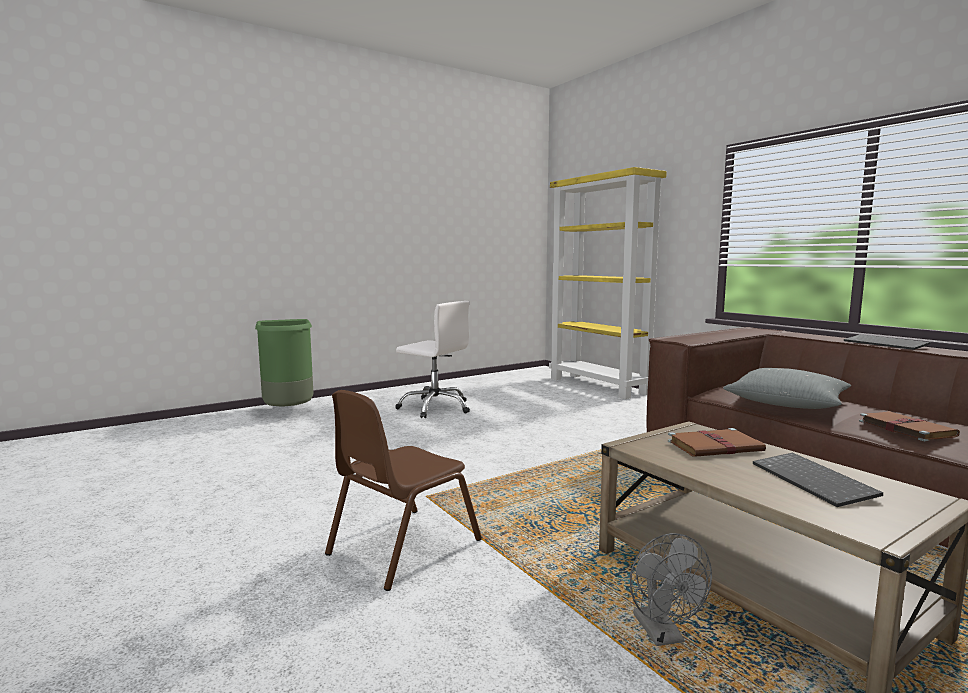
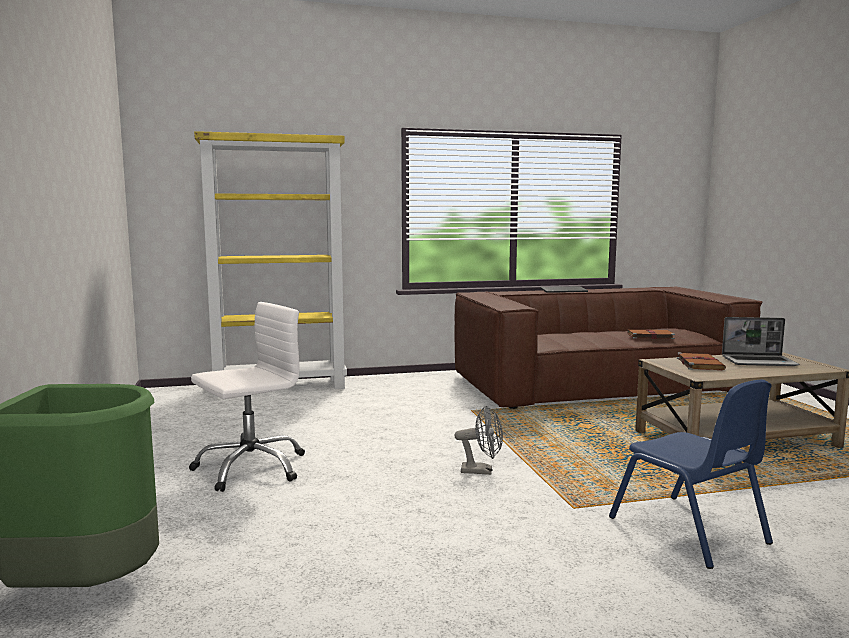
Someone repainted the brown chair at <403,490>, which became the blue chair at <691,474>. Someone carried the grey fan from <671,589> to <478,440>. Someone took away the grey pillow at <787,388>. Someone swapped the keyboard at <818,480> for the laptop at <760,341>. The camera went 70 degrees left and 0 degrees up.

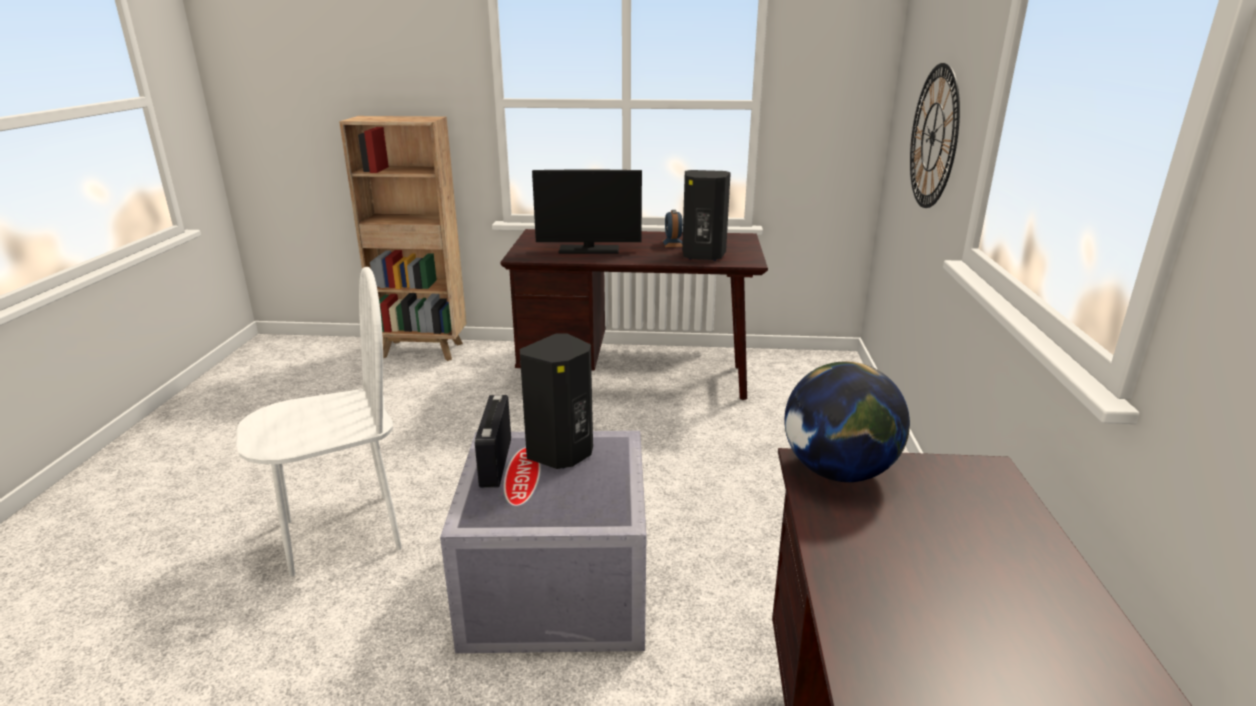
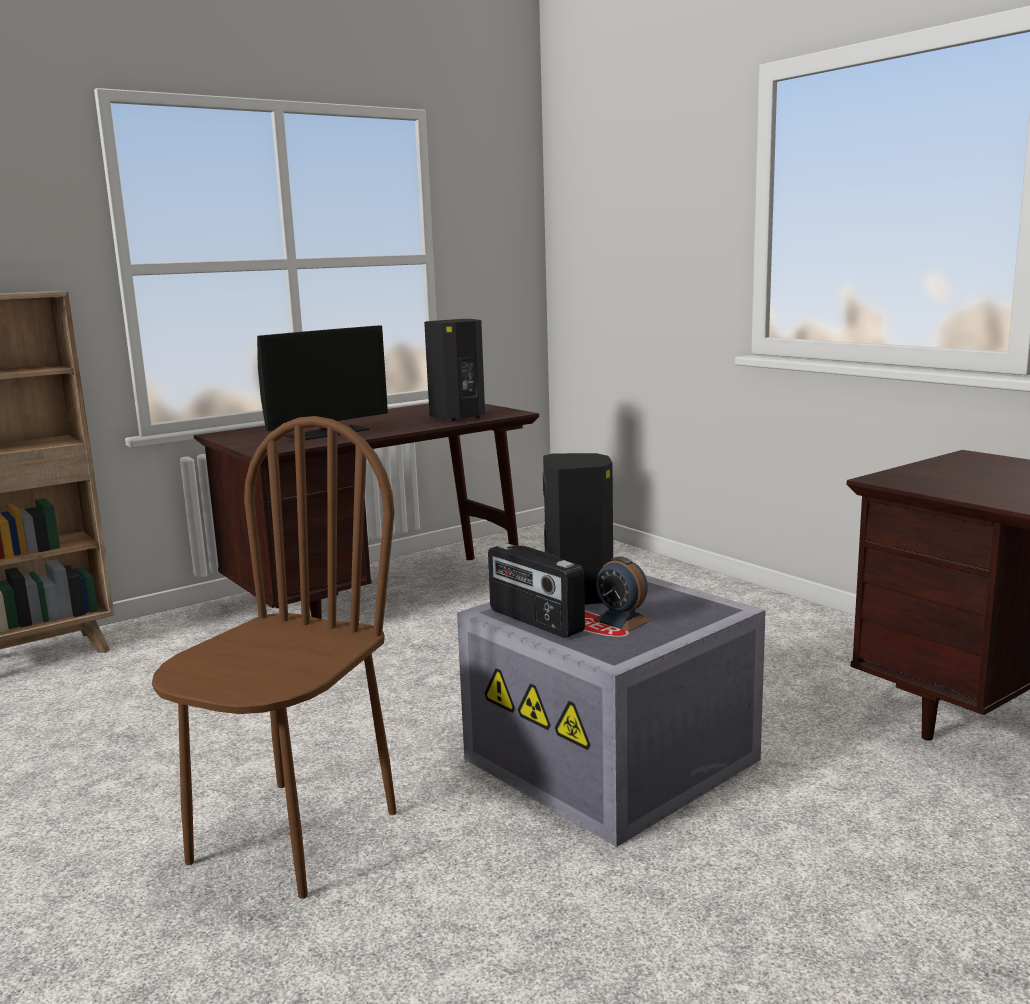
Someone repainted the white chair at <319,422>, which became the brown chair at <274,657>. Someone carried the alarm clock from <672,228> to <622,594>. Someone took away the globe at <847,421>. Someone took away the wall clock at <935,135>. The camera went 40 degrees left and 10 degrees down.

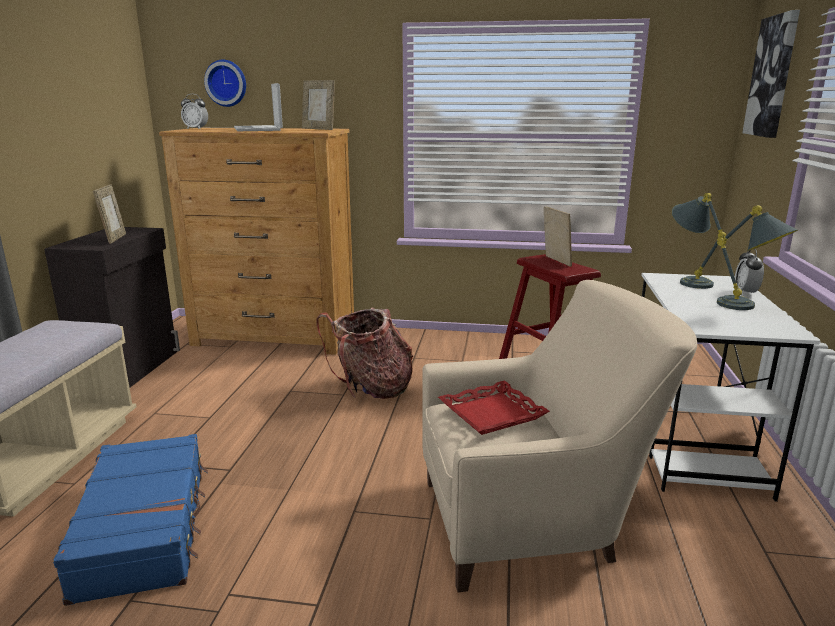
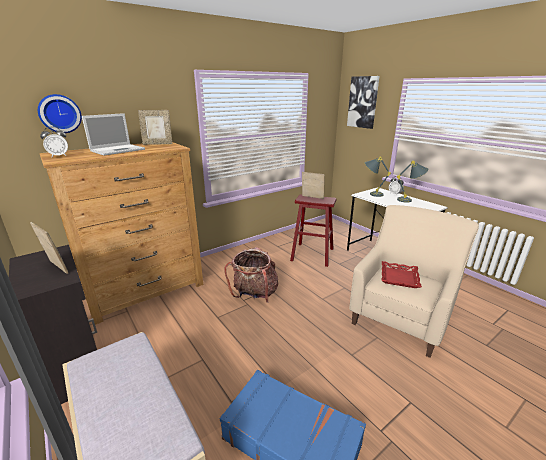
Someone rotated the laptop at <258,107> by 75 degrees counterclockwise. The camera went 45 degrees left and 5 degrees up.

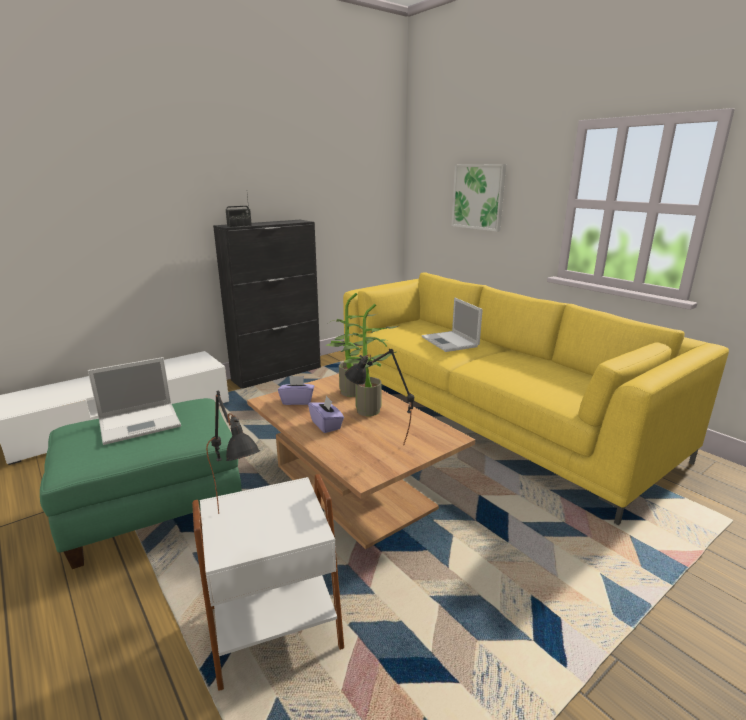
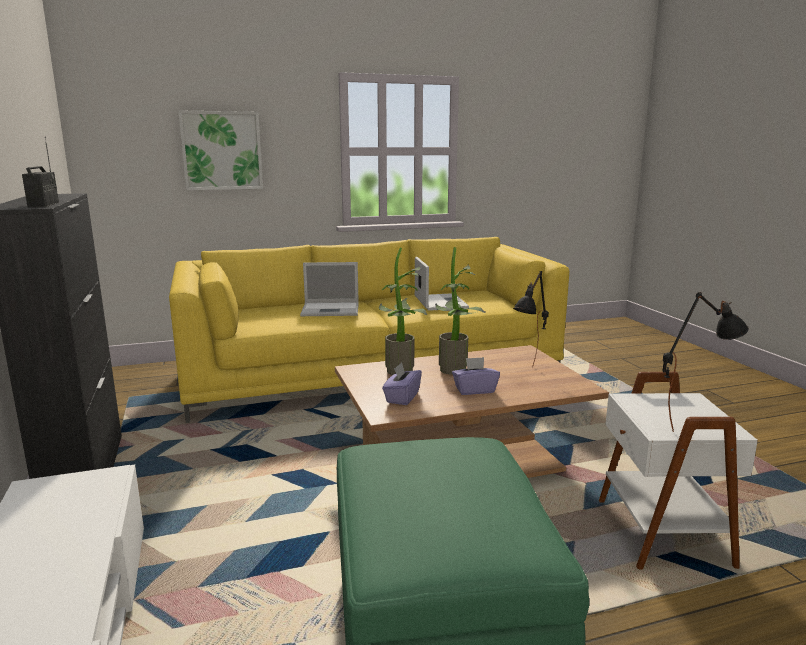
Someone carried the laptop from <134,401> to <442,284>. The camera went 70 degrees left and 5 degrees down.

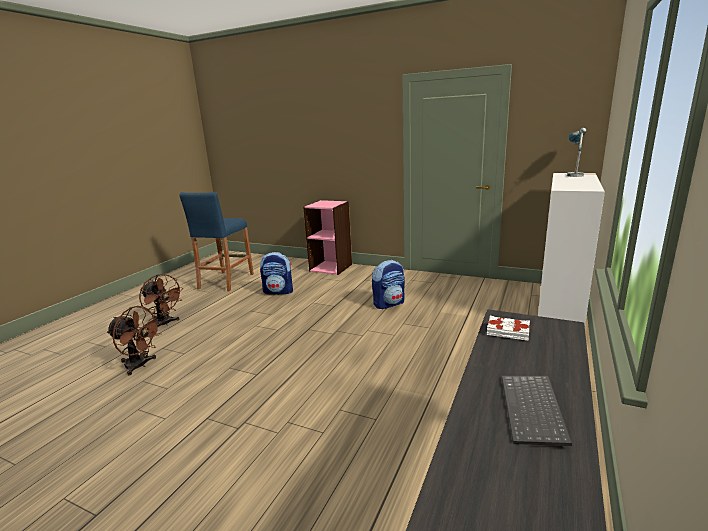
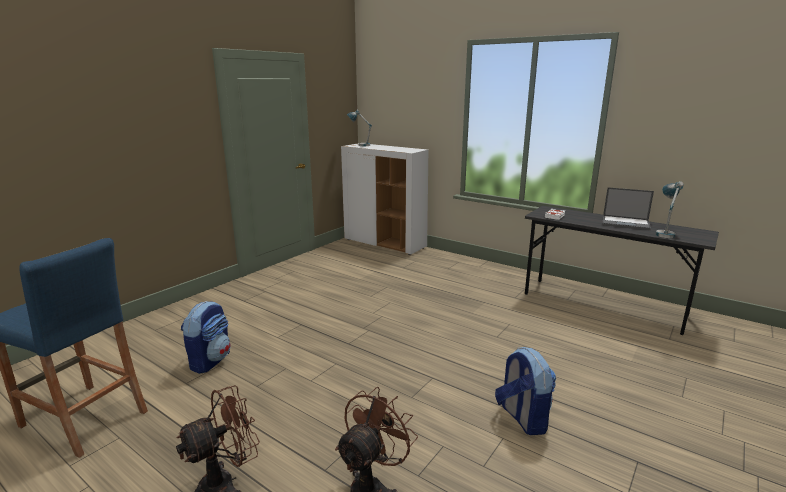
Someone took away the pink bookcase at <327,237>. Someone carried the backpack from <388,284> to <525,391>. Someone swapped the keyboard at <537,411> for the laptop at <628,208>. Someone put down the table lamp at <669,209>. The camera went 80 degrees left and 0 degrees up.

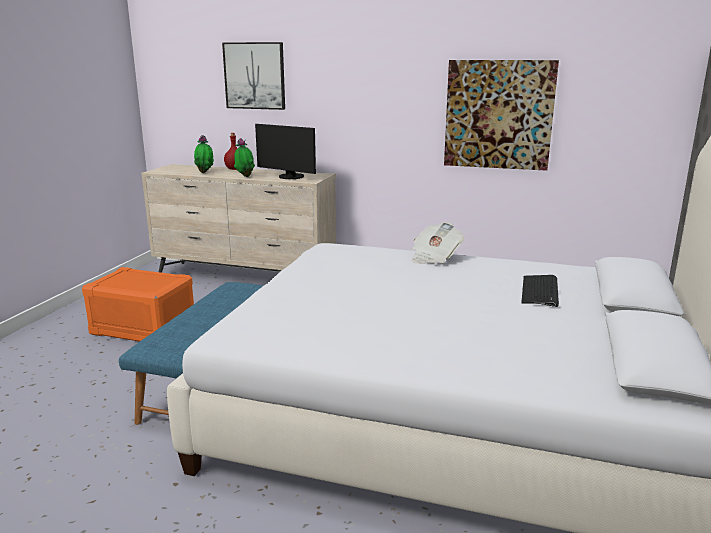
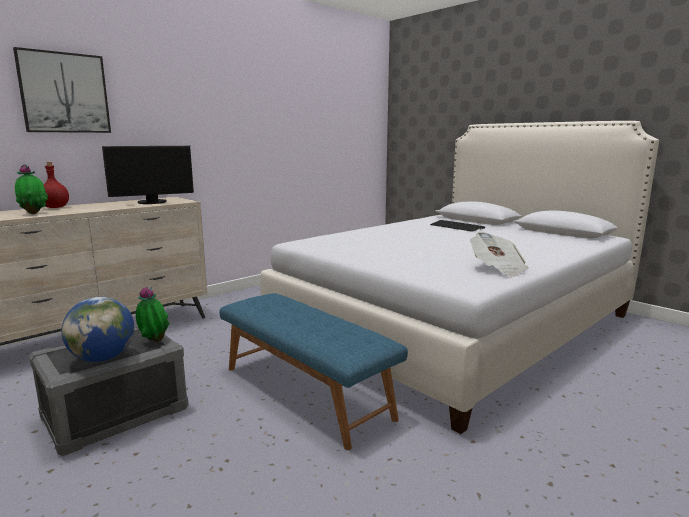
Someone repainted the orange storage box at <138,304>, which became the grey storage box at <109,391>. Someone carried the potted plant from <244,157> to <152,314>. Someone carried the newspaper from <438,243> to <499,254>. Someone took away the picture at <501,115>. Someone put down the globe at <97,329>. The camera went 60 degrees left and 5 degrees down.

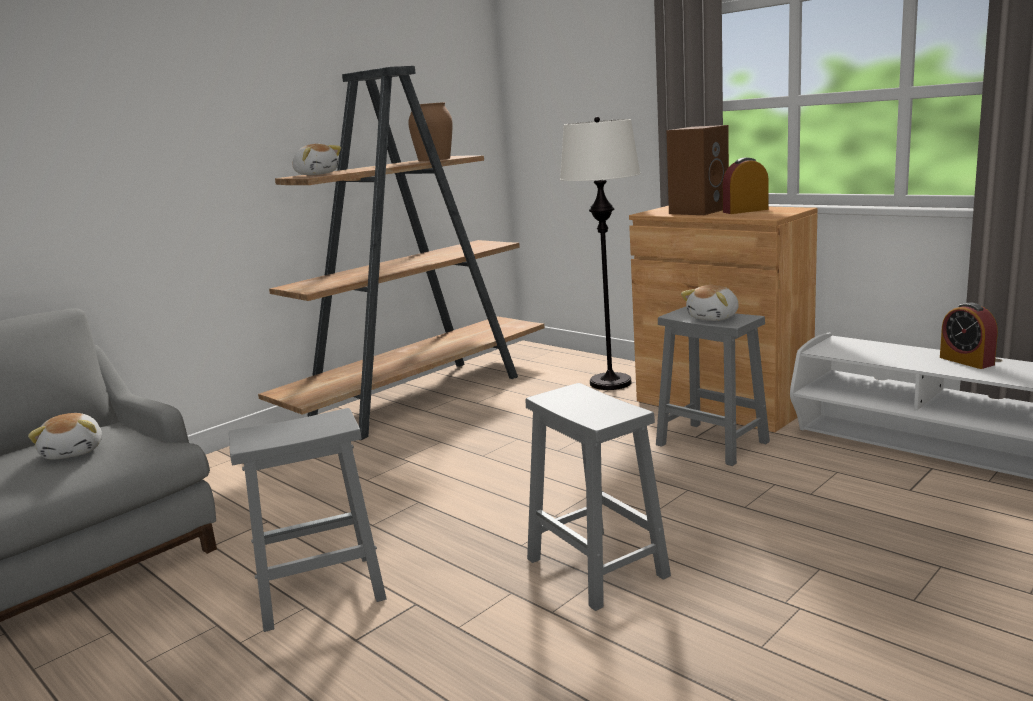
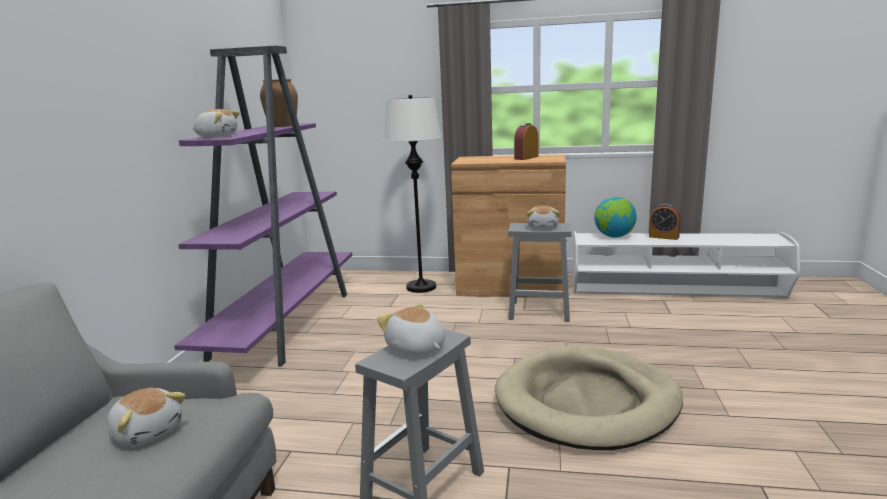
Someone repainted the brown bookcase at <401,253>, which became the purple bookcase at <263,205>. Someone swapped the grey stool at <598,497> for the beige dog bed at <589,397>. Someone took away the brown speaker at <698,170>. Someone put down the plush toy at <411,329>. Someone put down the globe at <615,217>. The camera went 35 degrees left and 0 degrees up.

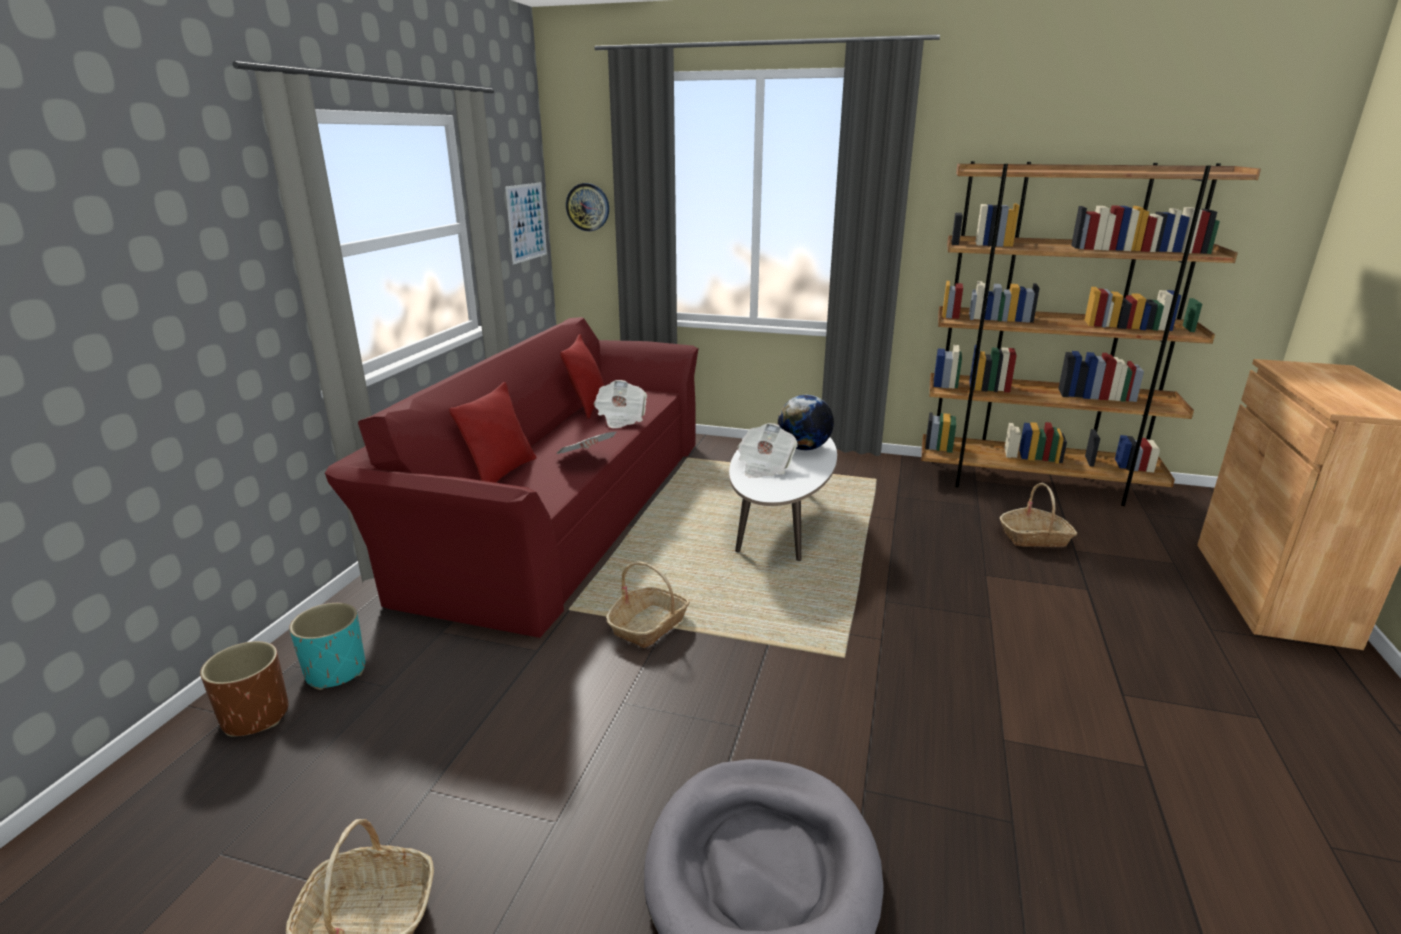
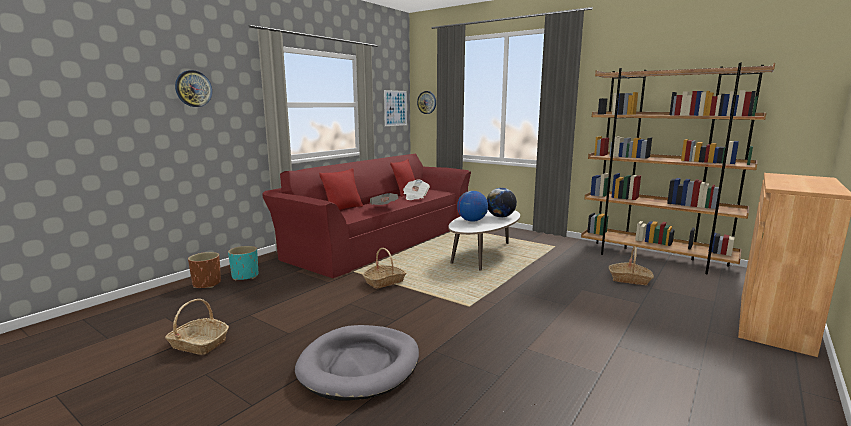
Someone swapped the newspaper at <767,450> for the globe at <472,206>. Someone put up the wall clock at <193,88>. The camera went 20 degrees right and 10 degrees down.

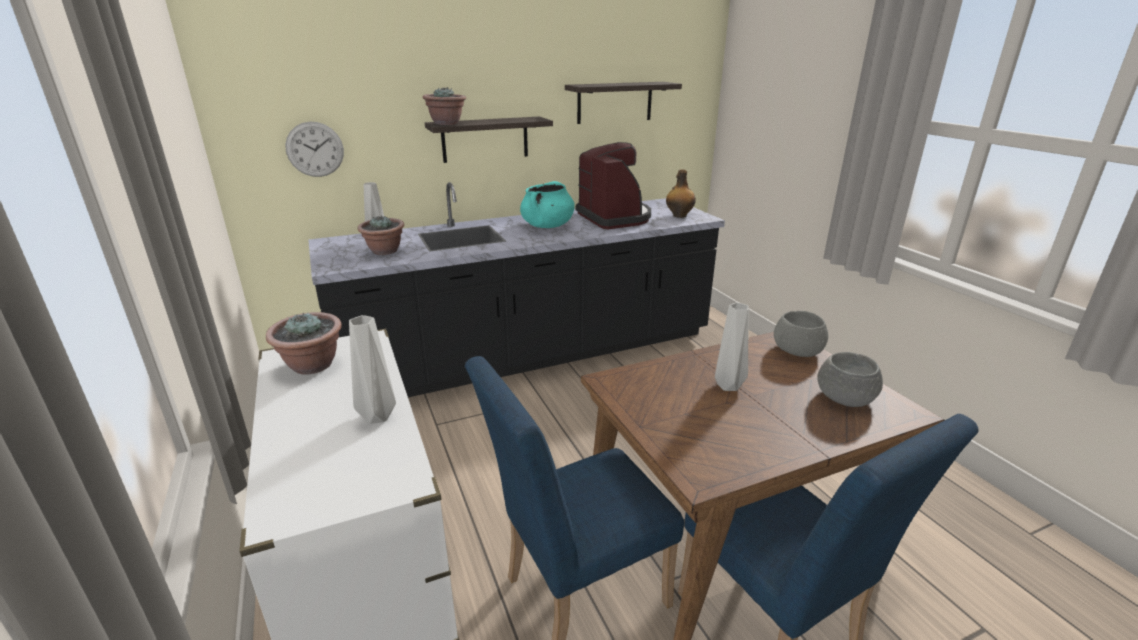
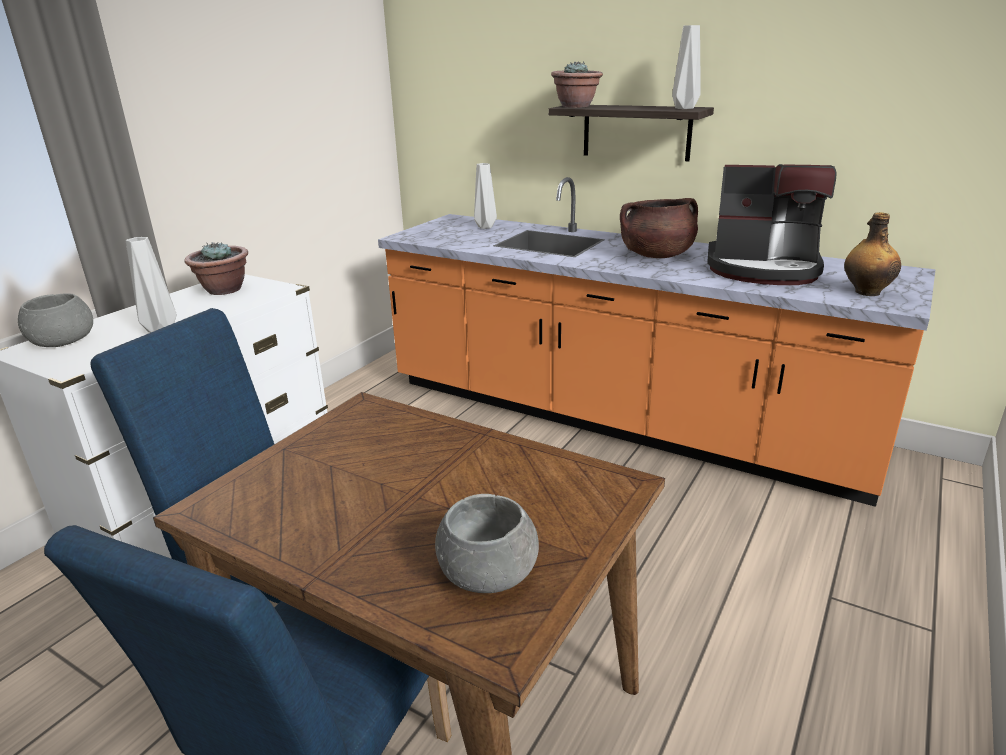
Someone took away the wall clock at <314,149>. Someone repainted the black counter at <516,289>, which became the orange counter at <657,342>. Someone took away the potted plant at <381,235>. Someone repainted the turquoise cooking pot at <547,204>, which became the brown cooking pot at <659,228>. Someone took away the shelf at <623,103>. Someone rotated the coffee machine at <613,185> by 75 degrees clockwise. Someone carried the grey vase from <732,346> to <686,67>. Someone carried the grey bowl from <801,334> to <55,320>. The camera went 55 degrees right and 0 degrees up.

